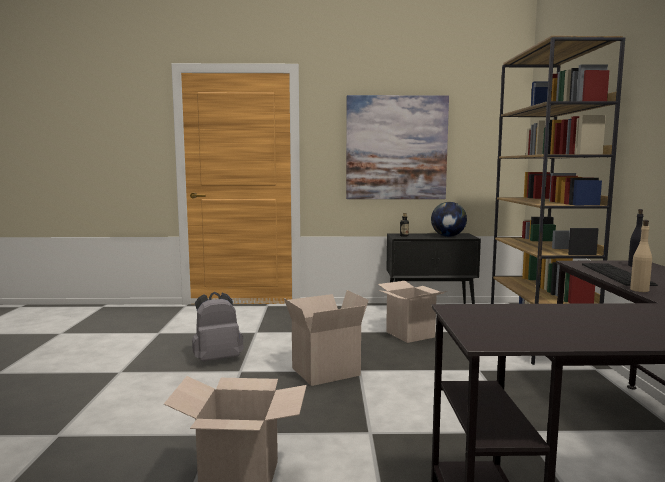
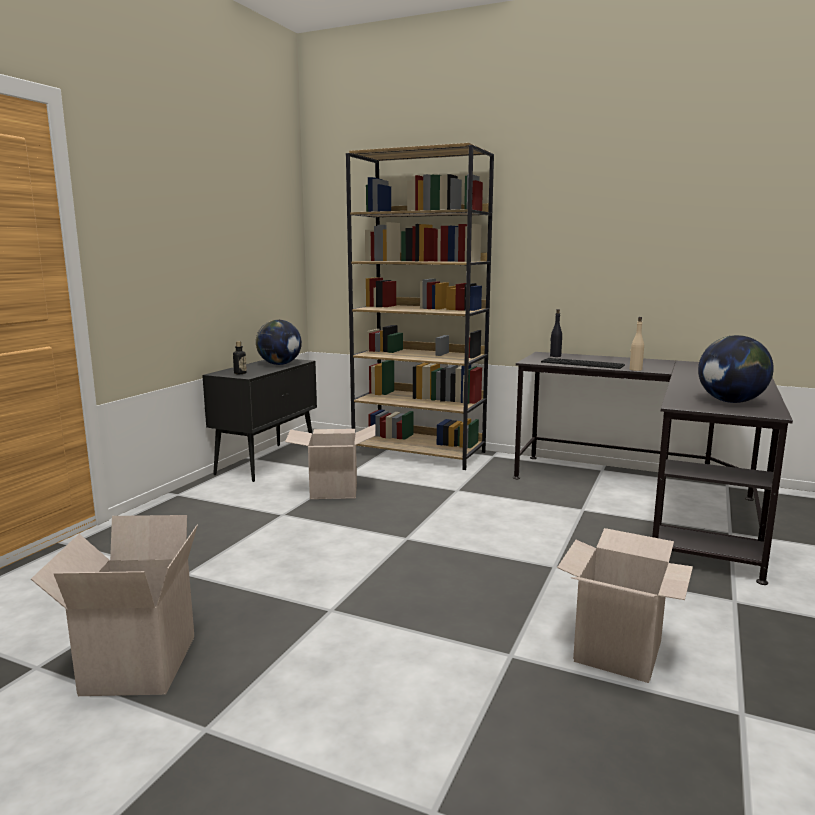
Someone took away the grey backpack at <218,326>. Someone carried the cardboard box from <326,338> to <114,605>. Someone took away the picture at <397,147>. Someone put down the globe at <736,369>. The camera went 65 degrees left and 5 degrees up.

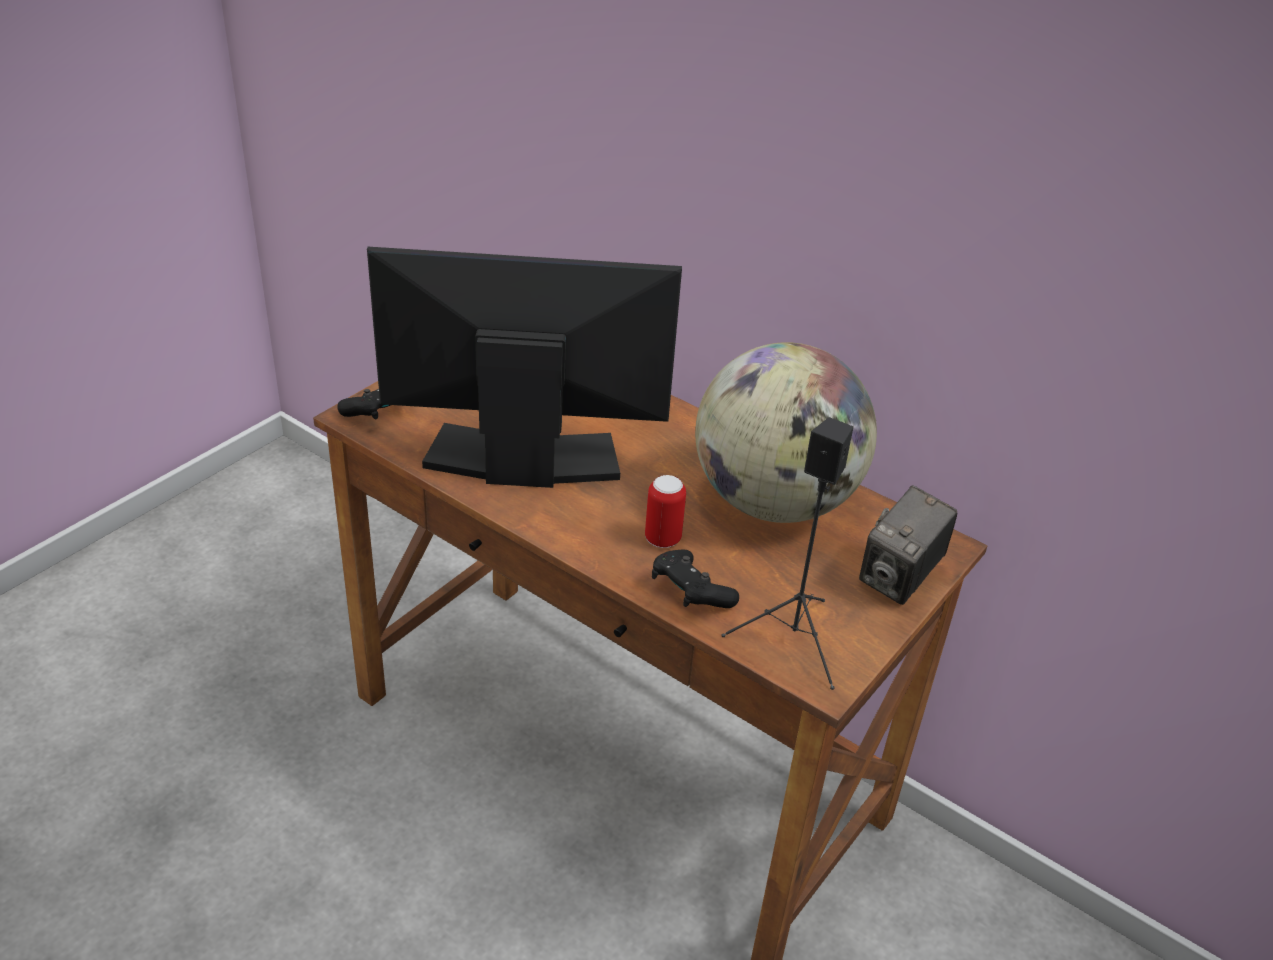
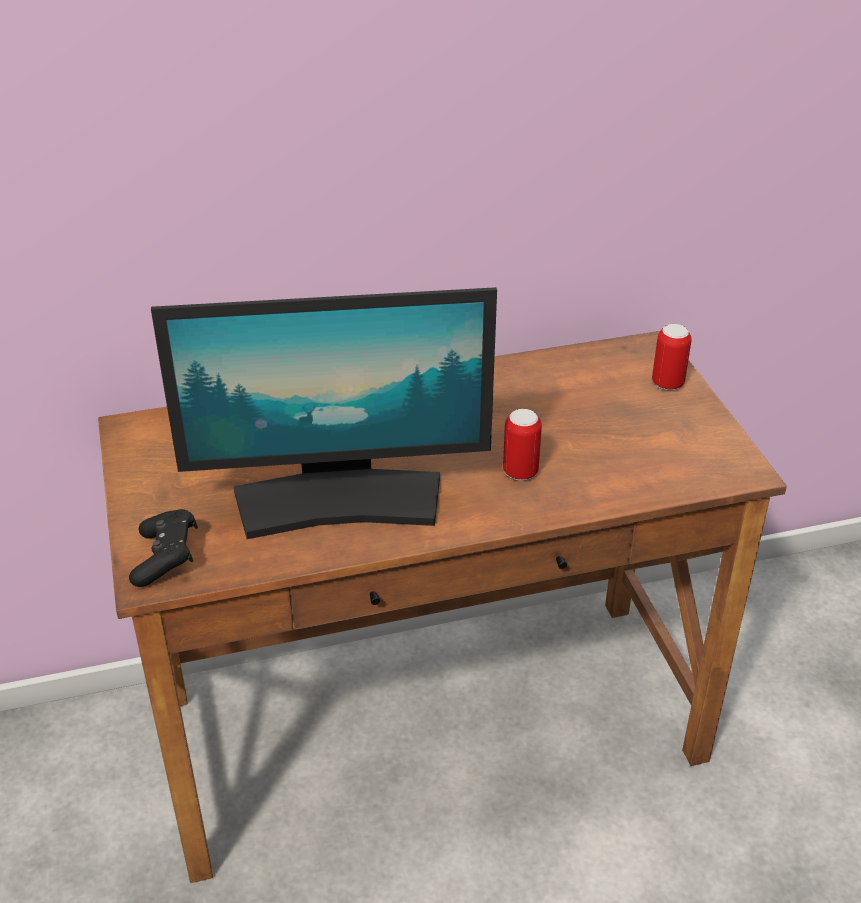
Someone rotated the monitor at <524,367> by 135 degrees counterclockwise. Someone took away the black game controller at <695,578>. Someone took away the globe at <786,432>. Someone took away the black speaker at <787,553>. Someone swapped the photo camera at <908,545> for the can at <672,357>. The camera went 50 degrees left and 0 degrees up.

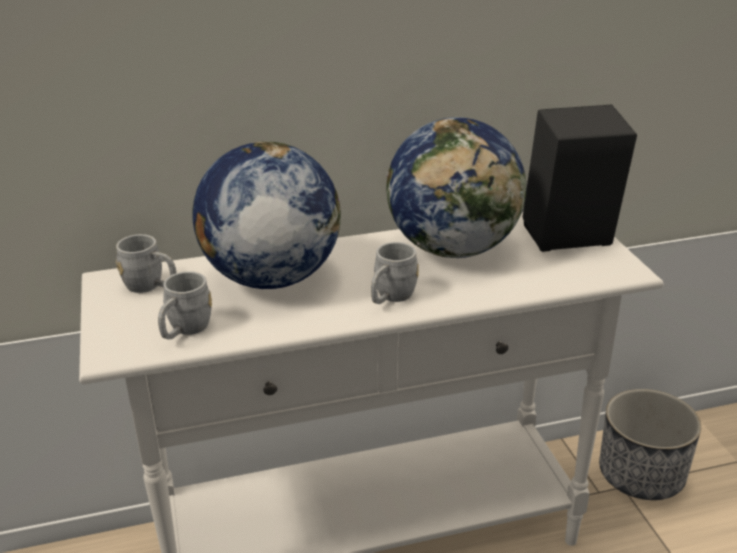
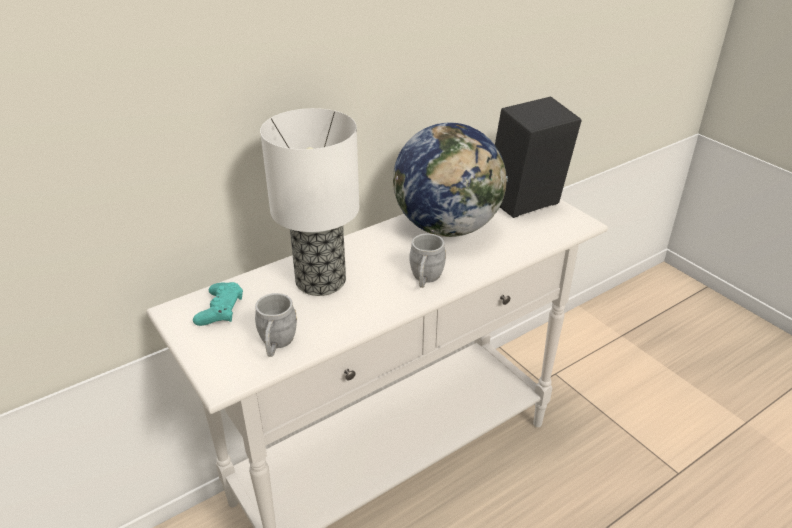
Someone swapped the grey mug at <146,263> for the turquoise game controller at <218,304>. Someone swapped the globe at <266,215> for the table lamp at <309,202>. Someone took away the planter at <650,444>. The camera went 20 degrees left and 5 degrees up.

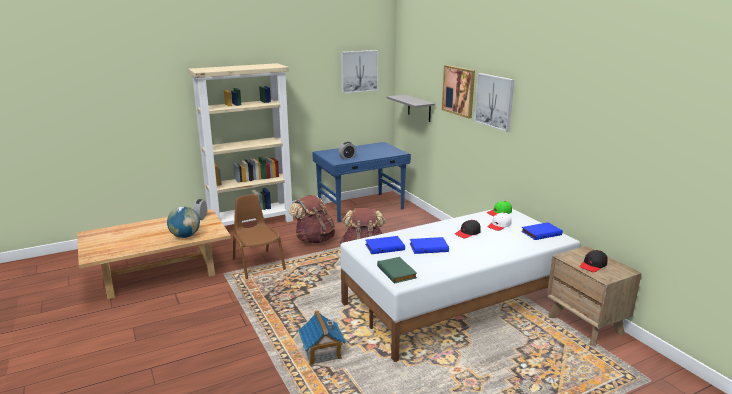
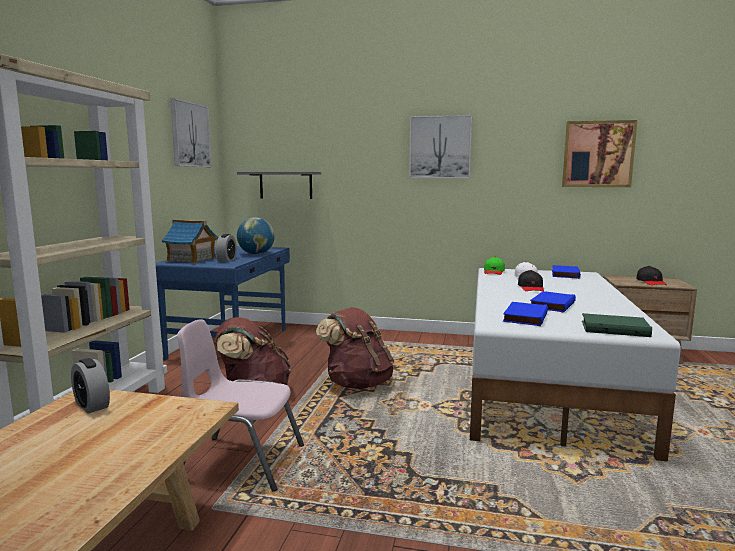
Someone carried the globe from <183,222> to <256,236>. Someone repainted the brown chair at <259,236>, which became the pink chair at <240,405>. Someone carried the toy house from <322,337> to <190,241>. Someone carried the picture from <458,91> to <599,153>. The camera went 50 degrees left and 10 degrees down.

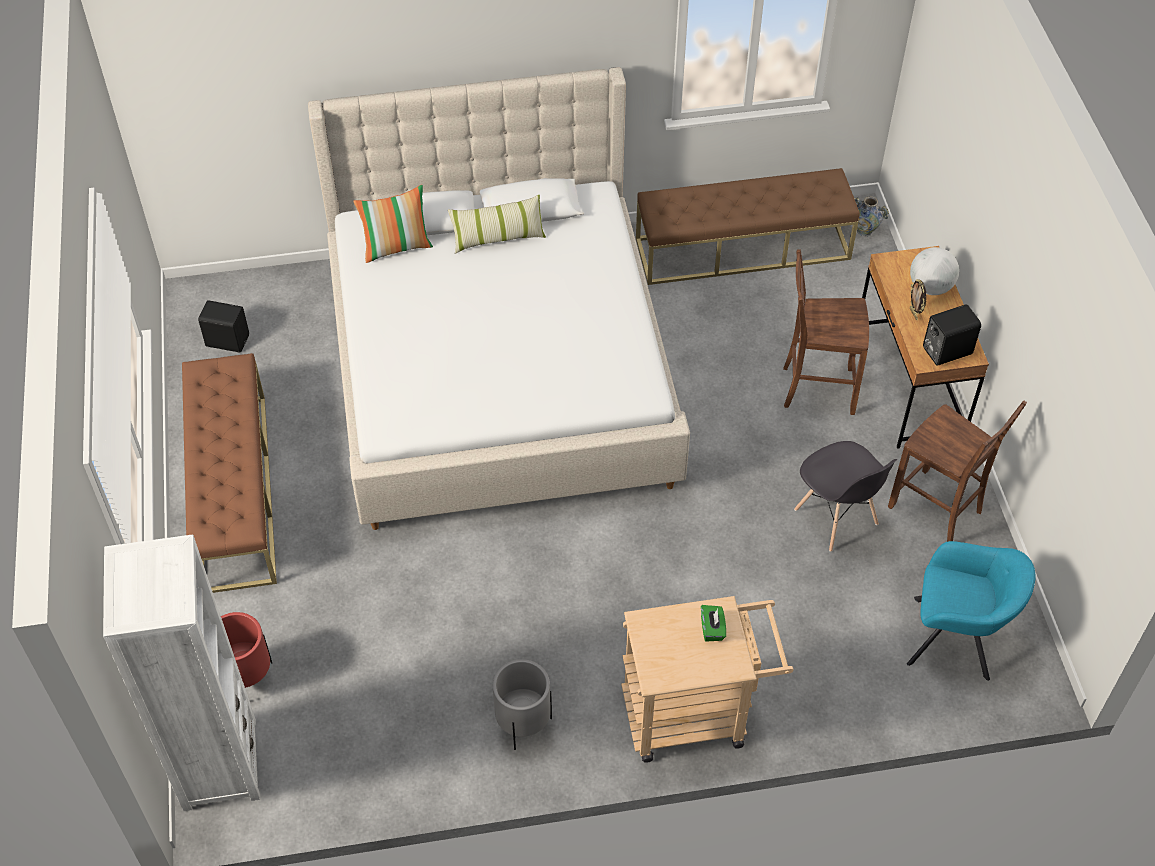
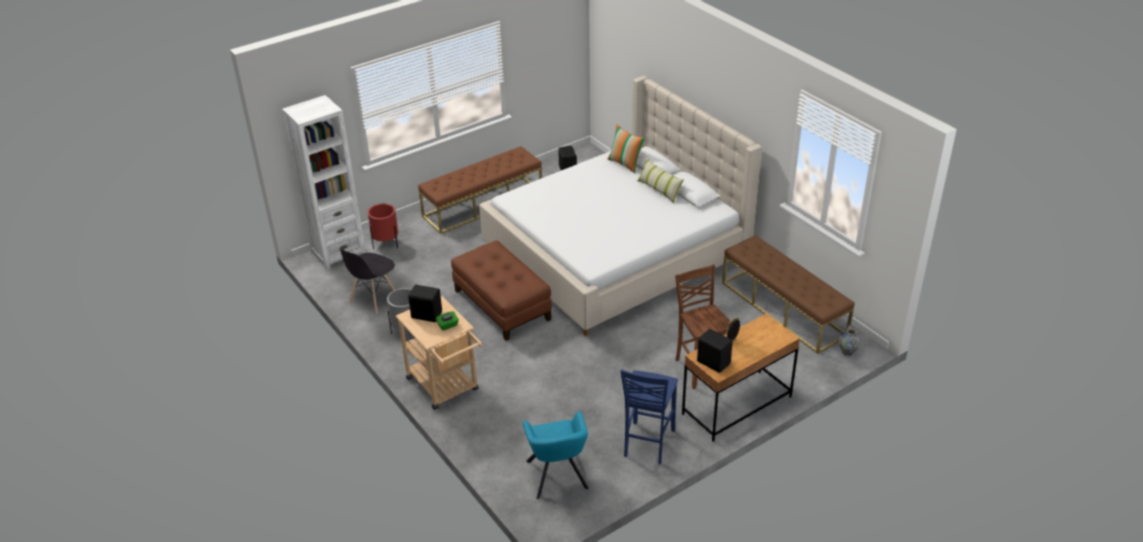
Someone carried the grey chair from <845,496> to <367,281>. Someone repainted the brown chair at <957,471>, which became the blue chair at <649,416>. Someone took away the globe at <934,271>. Someone put down the black speaker at <425,303>. Someone put down the brown ottoman at <501,291>. The camera went 65 degrees right and 15 degrees down.

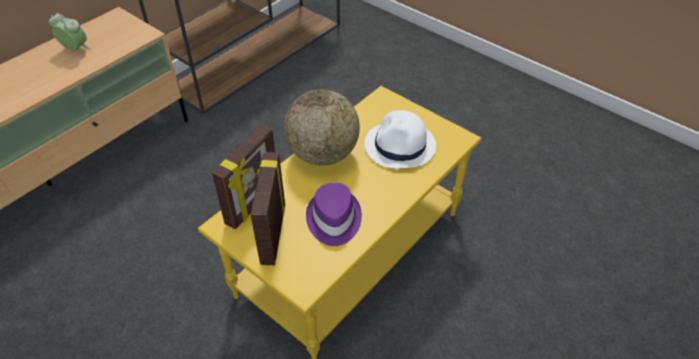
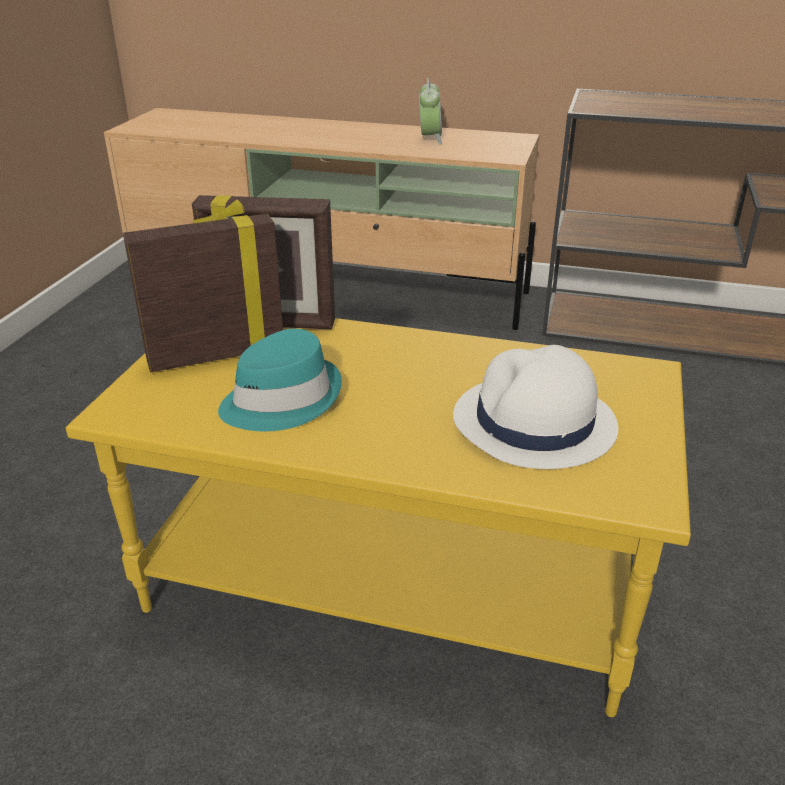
Someone took away the globe at <322,127>. Someone repainted the purple hat at <334,214>, which became the turquoise hat at <280,380>. The camera went 65 degrees right and 15 degrees down.

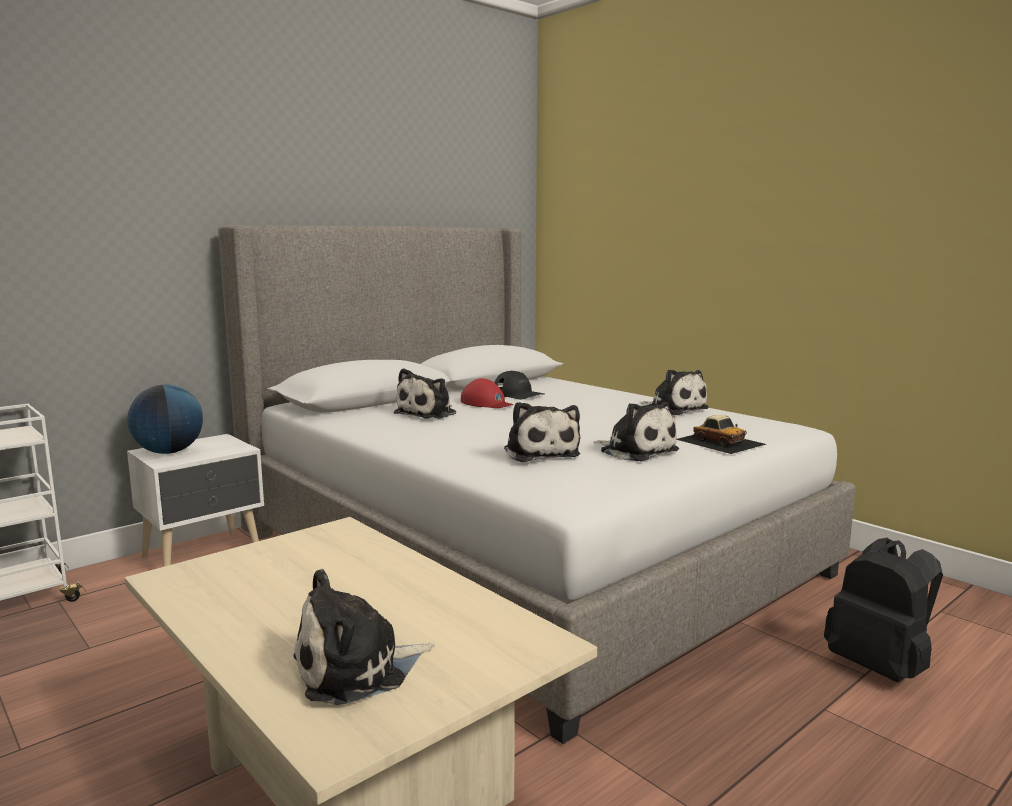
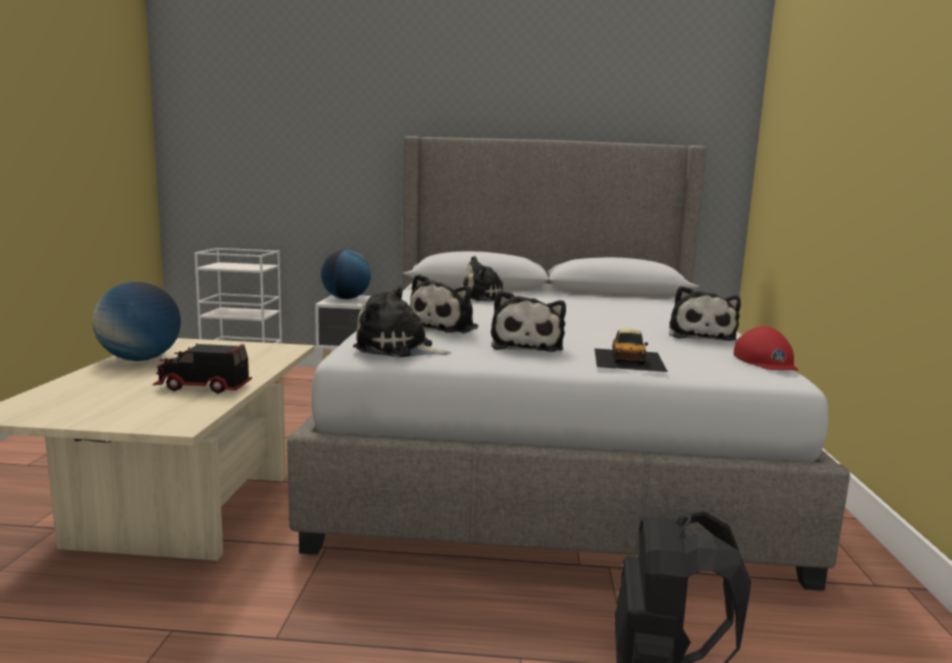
Someone carried the plush toy from <363,637> to <402,322>. Someone carried the red cap from <487,393> to <765,348>. Someone took away the black cap at <519,385>. Someone put down the globe at <136,321>. Someone put down the toy truck at <202,368>. The camera went 45 degrees right and 0 degrees up.

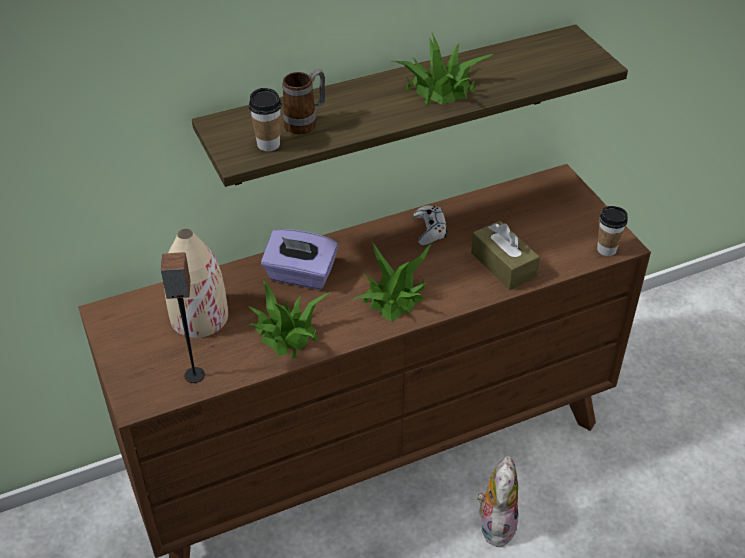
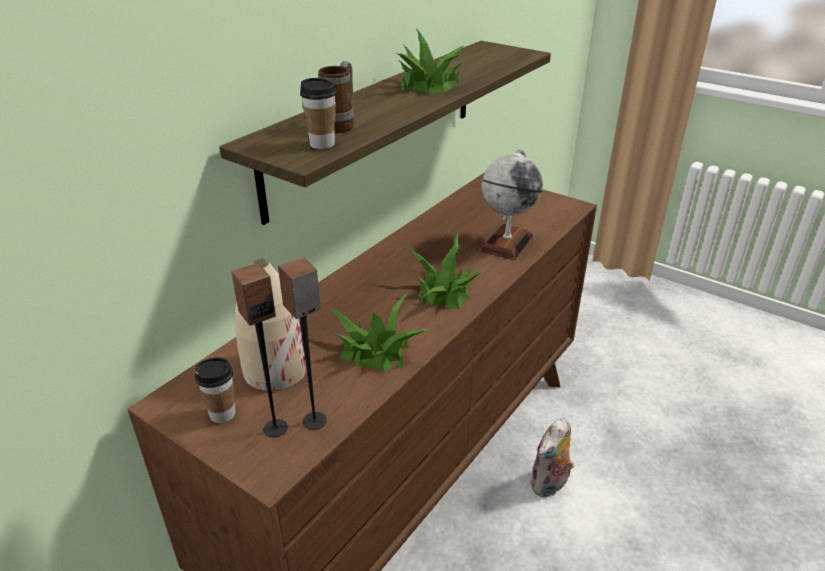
Someone took away the purple tissue box at <299,259>. Someone took away the white game controller at <430,225>. Someone swapped the brown tissue box at <505,255> for the globe at <511,204>. Someone rotated the plush toy at <497,501> by 120 degrees counterclockwise. Someone carried the cup from <612,231> to <215,390>. Someone put down the speaker at <259,350>. The camera went 30 degrees left and 10 degrees down.

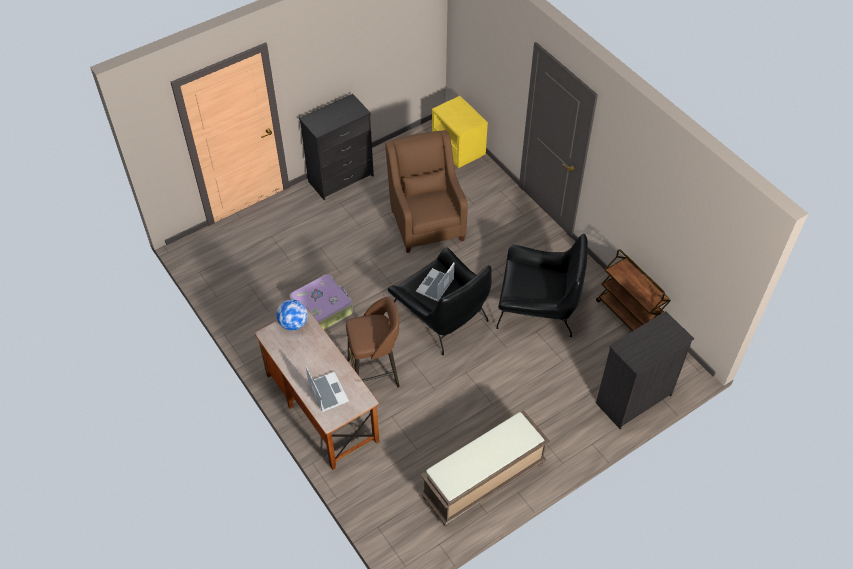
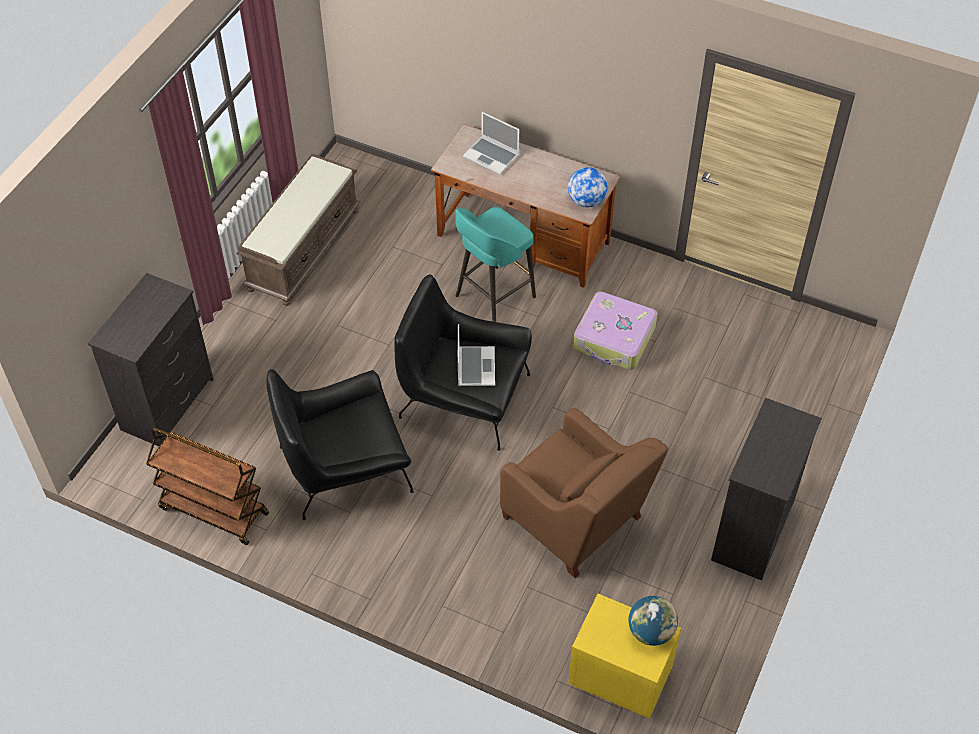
Someone repainted the brown stool at <373,342>, which became the turquoise stool at <496,264>. Someone put down the globe at <653,621>. The camera went 150 degrees right and 0 degrees up.

